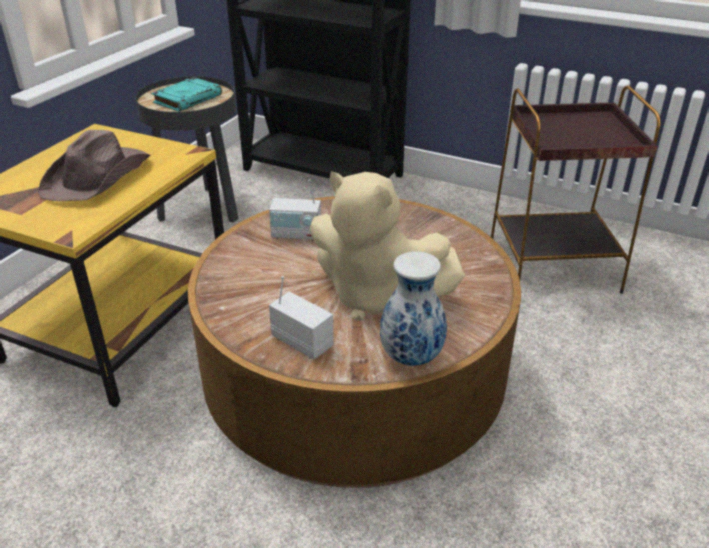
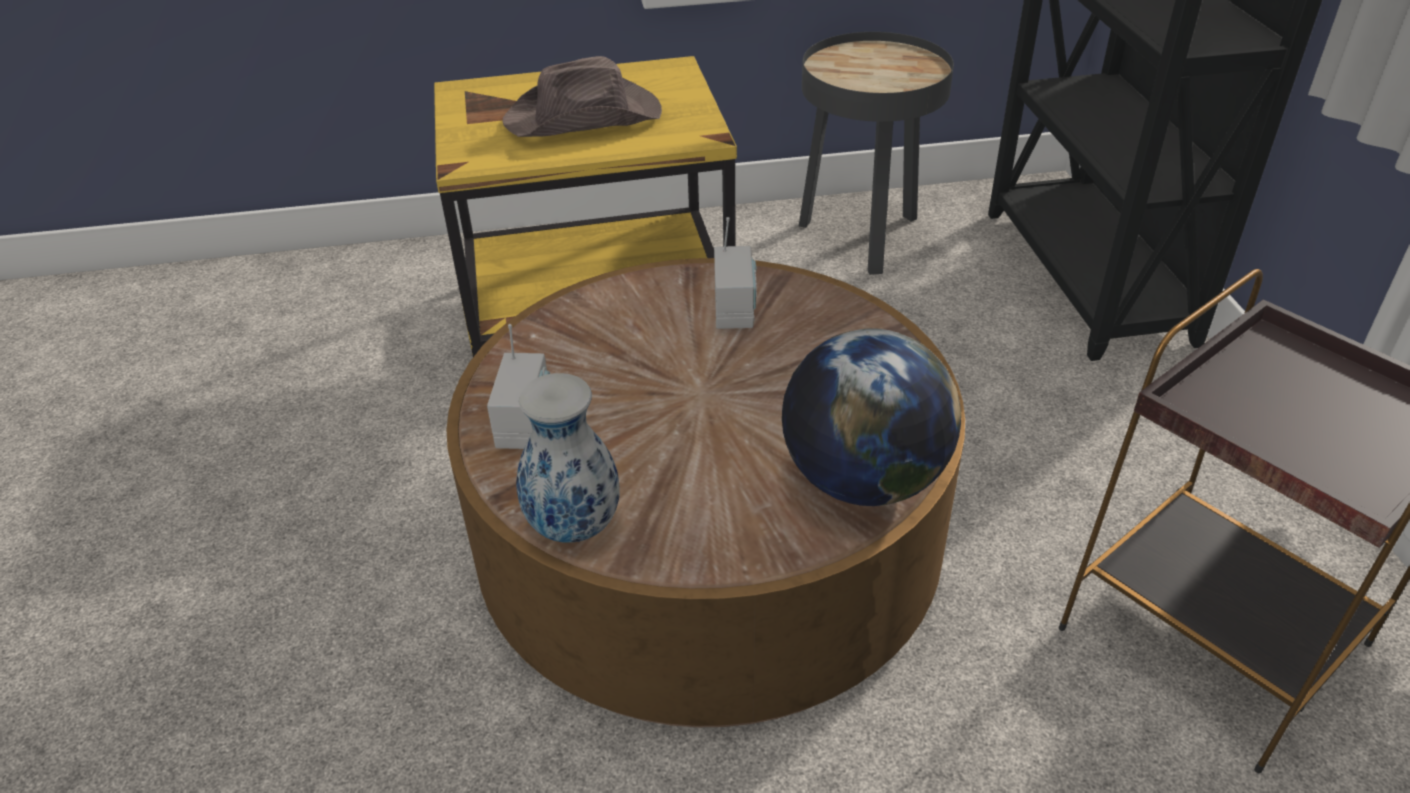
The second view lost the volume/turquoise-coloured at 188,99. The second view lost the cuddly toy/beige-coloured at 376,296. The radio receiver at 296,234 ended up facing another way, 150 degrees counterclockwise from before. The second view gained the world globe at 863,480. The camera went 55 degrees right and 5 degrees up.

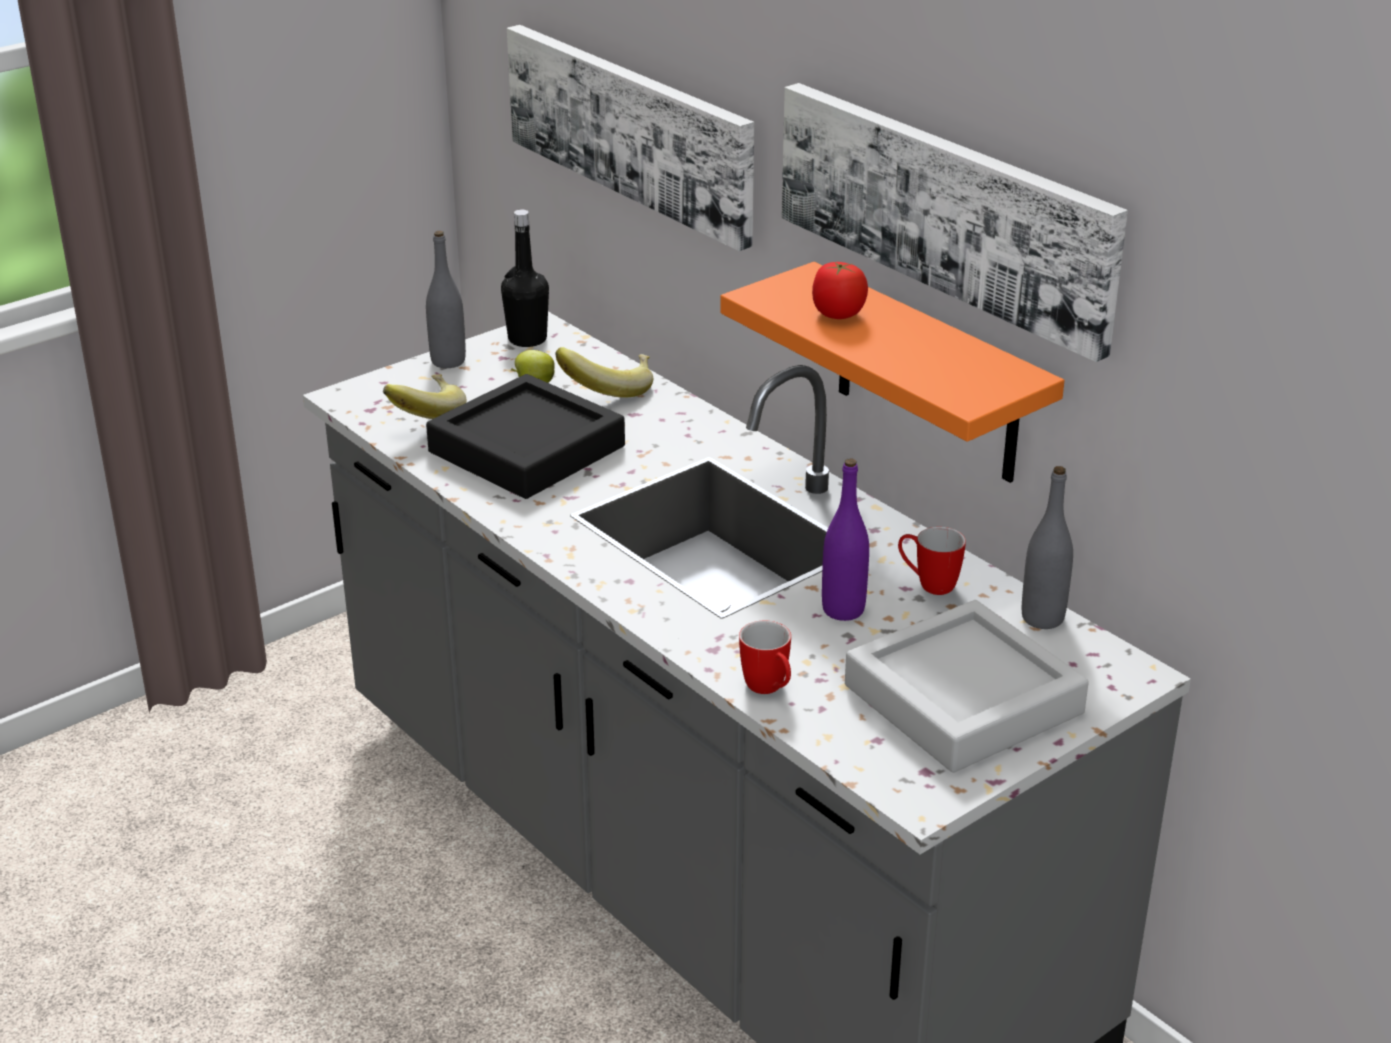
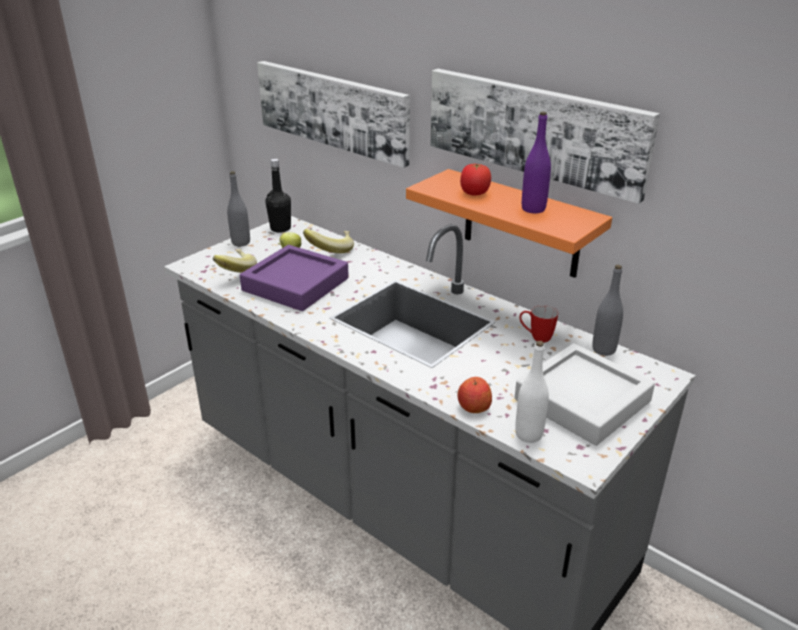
What was the tray/black at 527,449 turned into the tray/purplish at 295,284. The drink bottle/purplish ended up elsewhere, having gone from 843,610 to 533,209. Where the coffee mug stood at 769,690, the whole apple came to stand at 473,407. The second view gained the drink bottle/white-coloured at 528,434. The camera went 10 degrees left and 0 degrees up.

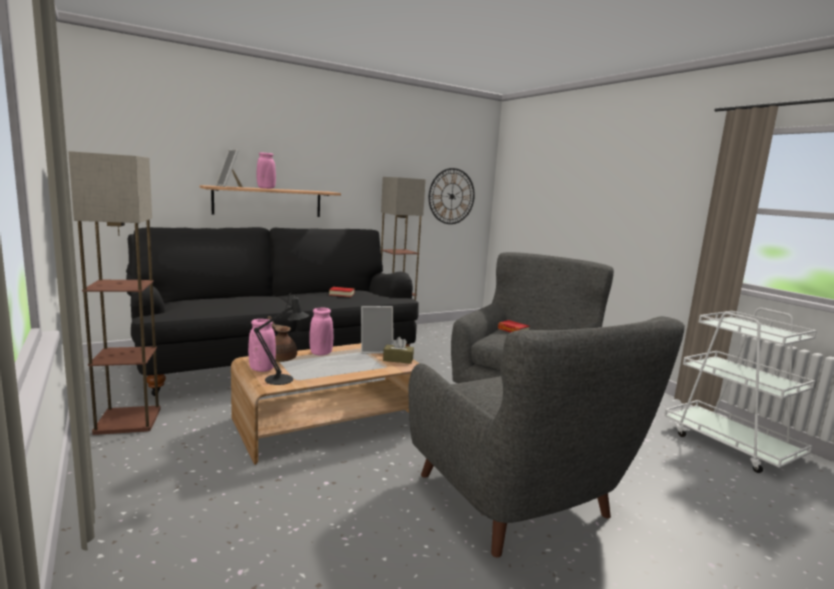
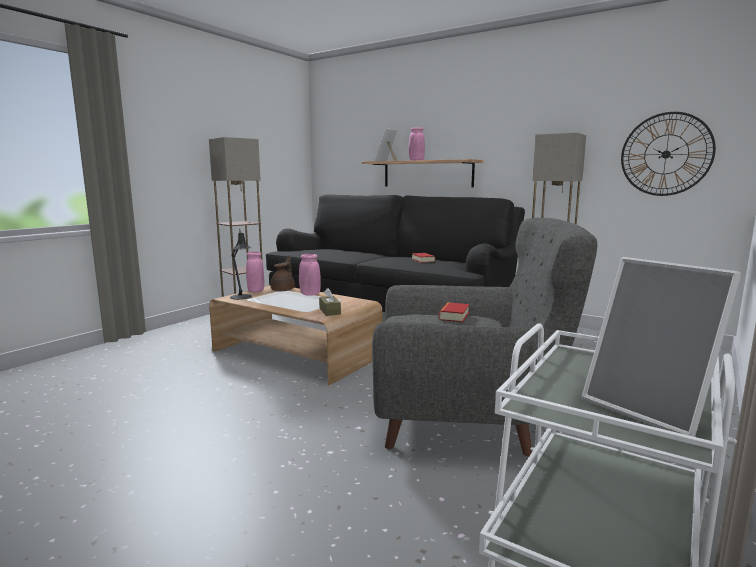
The standing frame ended up elsewhere, having gone from 376,350 to 651,408. The second view lost the easy chair/grey at 518,503. The camera went 65 degrees right and 0 degrees up.

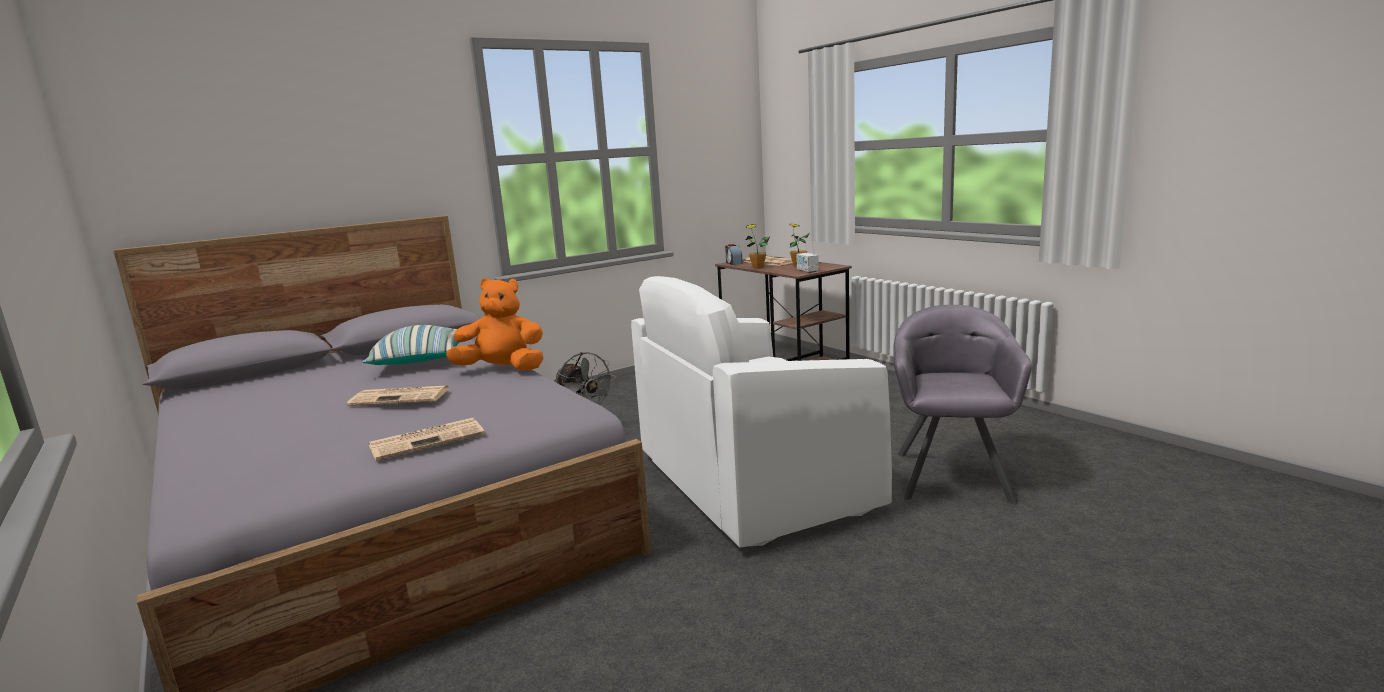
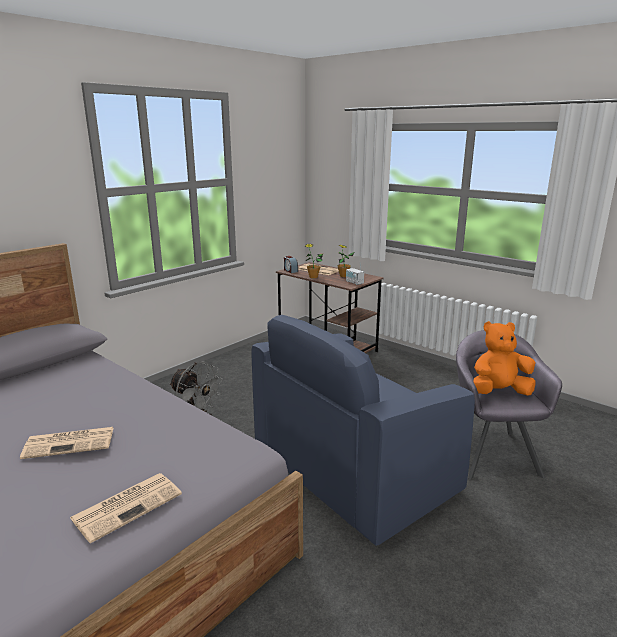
What was the easy chair/white-coloured at 753,482 turned into the easy chair/bluish at 353,469. The cuddly toy/orangey ended up elsewhere, having gone from 503,370 to 498,392. The second view lost the cushion at 419,362. The camera went 15 degrees left and 5 degrees up.

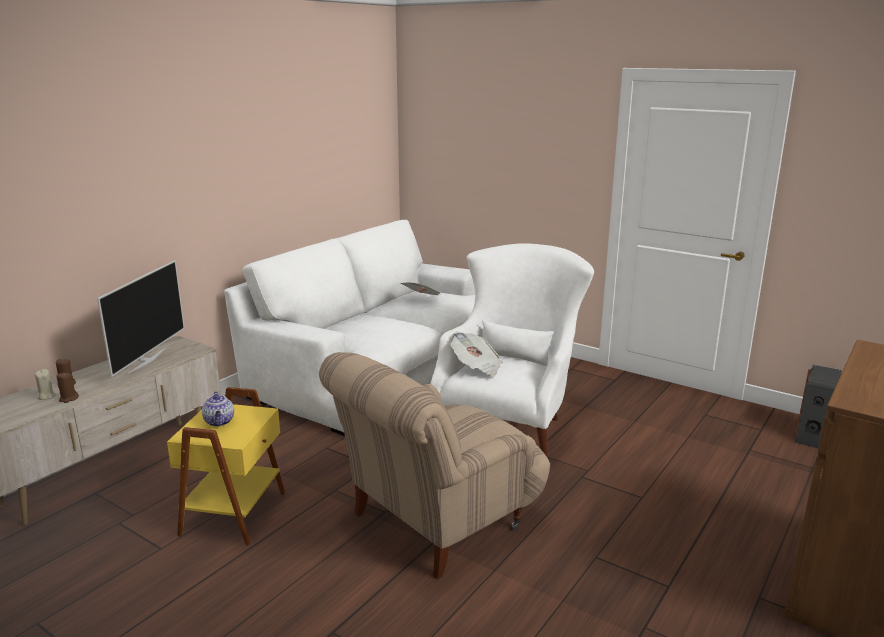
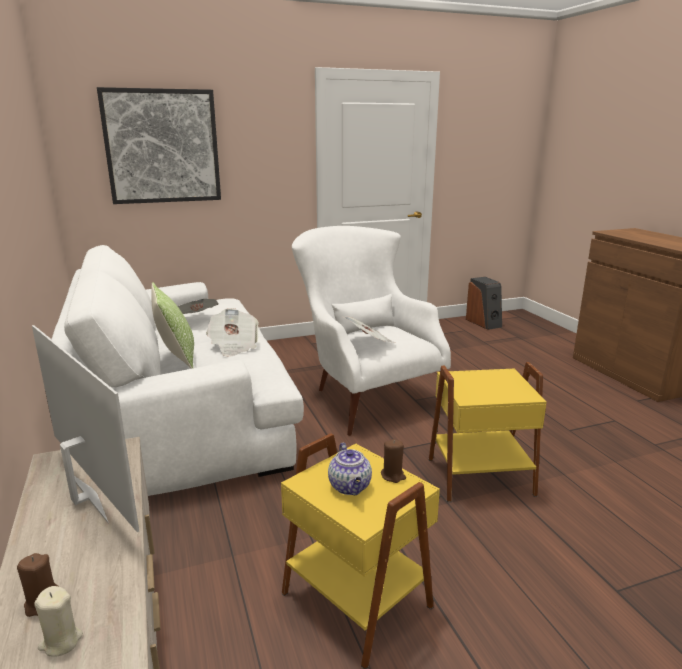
Where the easy chair/beige-coloured stood at 437,522, the end table/yellowish came to stand at 479,475. The wax candle/brown-coloured ended up elsewhere, having gone from 68,399 to 393,476. The pot for tea at 219,422 ended up facing another way, 60 degrees clockwise from before. The second view gained the picture at 162,146. The second view gained the cushion at 176,358. The second view gained the daily paper at 234,346. The camera went 55 degrees left and 0 degrees up.

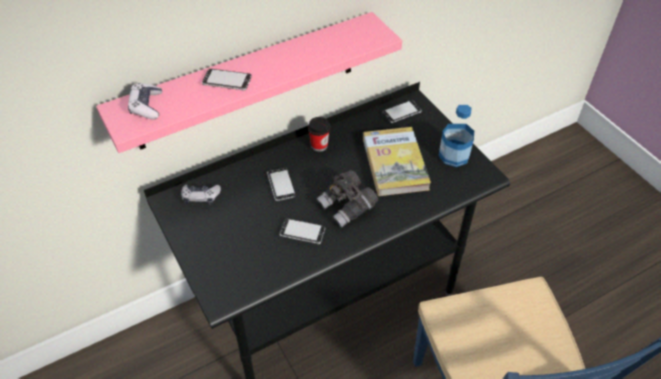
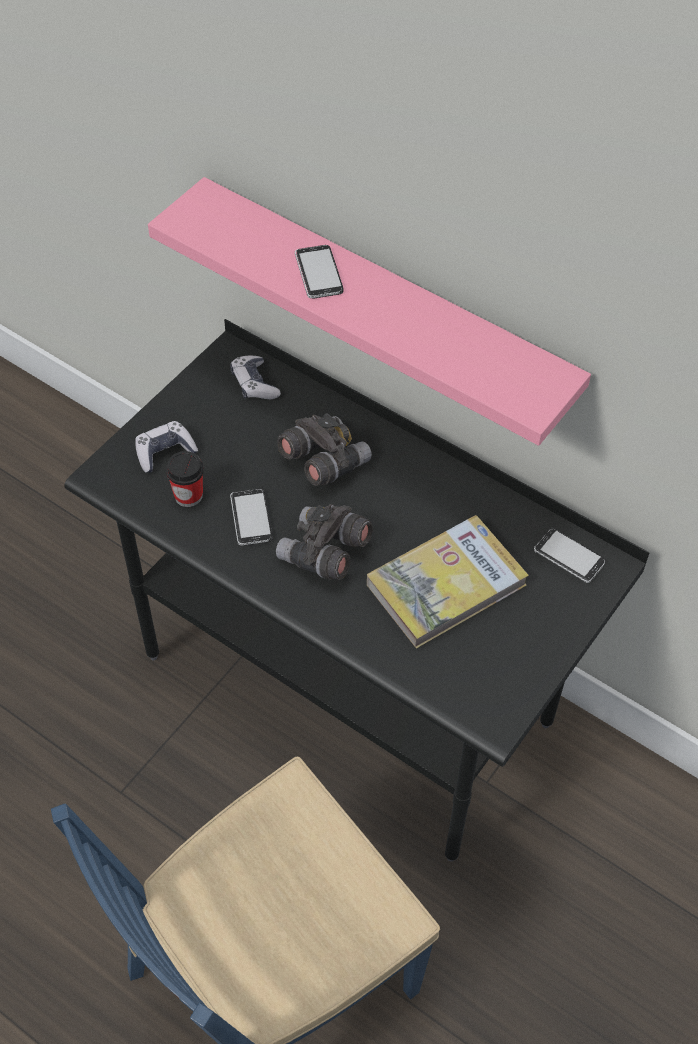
The game controller ended up elsewhere, having gone from 146,106 to 165,452. The second view lost the drink bottle at 454,155. The small cup ended up elsewhere, having gone from 319,145 to 188,495. Where the phone stood at 281,185, the pair of binoculars/grey came to stand at 323,461. The camera went 65 degrees right and 5 degrees up.

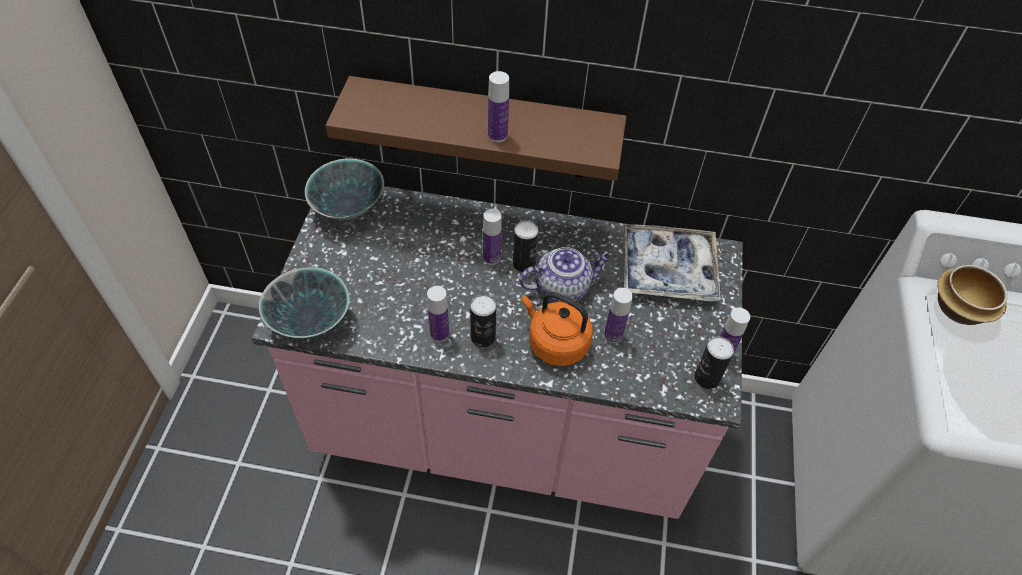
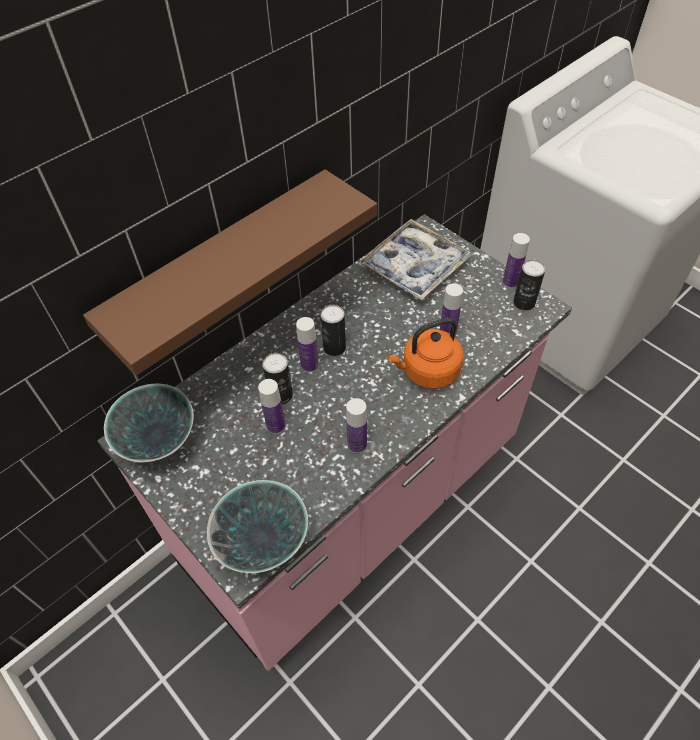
The drink bottle ended up elsewhere, having gone from 497,135 to 276,426. The second view lost the pot for tea at 563,288. The second view lost the bowl at 958,308. The can ended up elsewhere, having gone from 483,337 to 280,395. The camera went 50 degrees left and 0 degrees up.

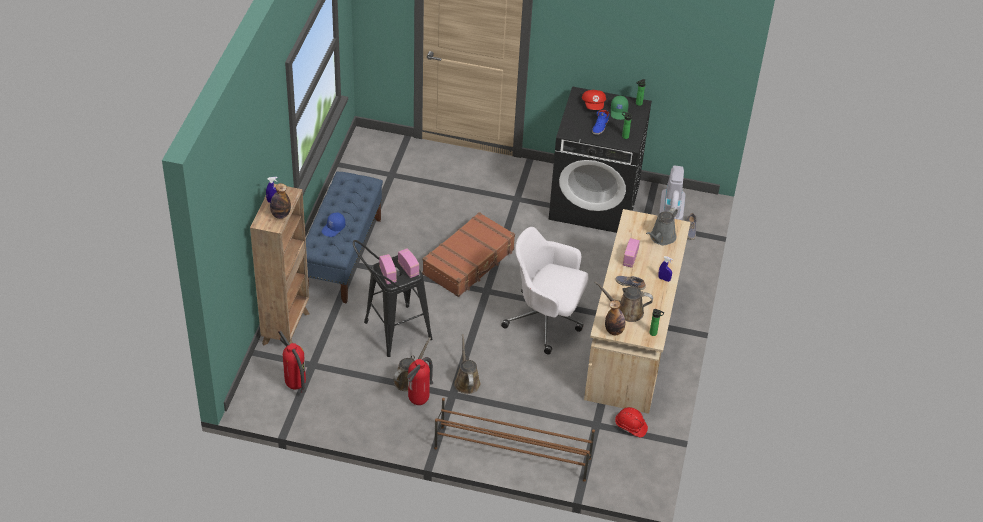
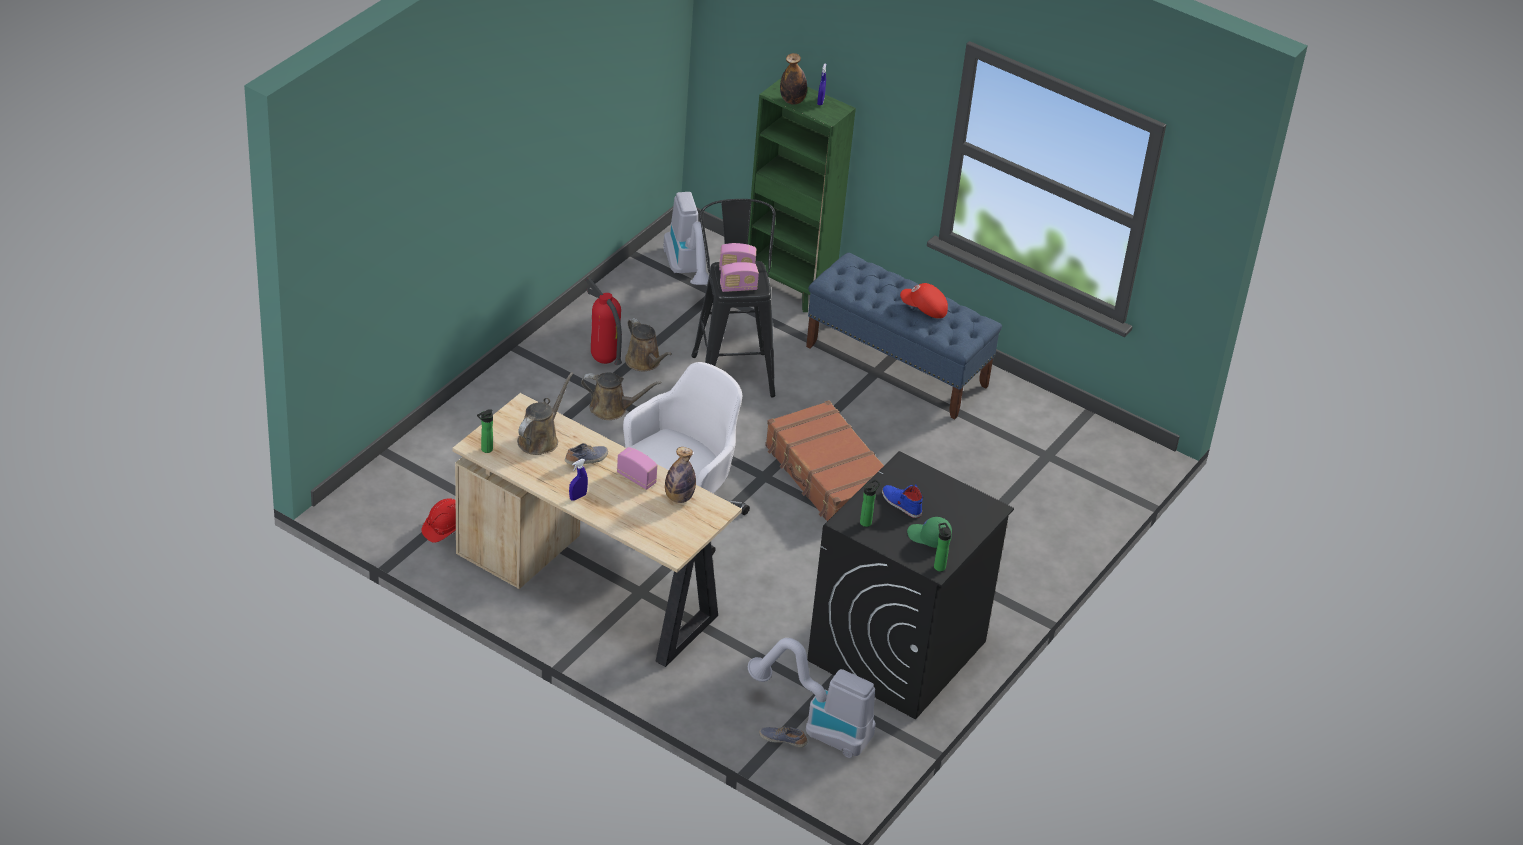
The peaked cap/reddish ended up elsewhere, having gone from 594,105 to 924,309. What was the bookshelf/brown-coloured at 286,327 turned into the bookshelf/greenish at 789,289. The second view lost the watering can/grey at 661,238. The second view lost the peaked cap/bluish at 333,228. The drink bottle ended up elsewhere, having gone from 614,331 to 679,498. Where the fire-fighting cylinder stood at 295,385, the vacuum came to stand at 688,272. The second view lost the shoe stand/brown-coloured at 511,453. The camera went 110 degrees right and 5 degrees down.

